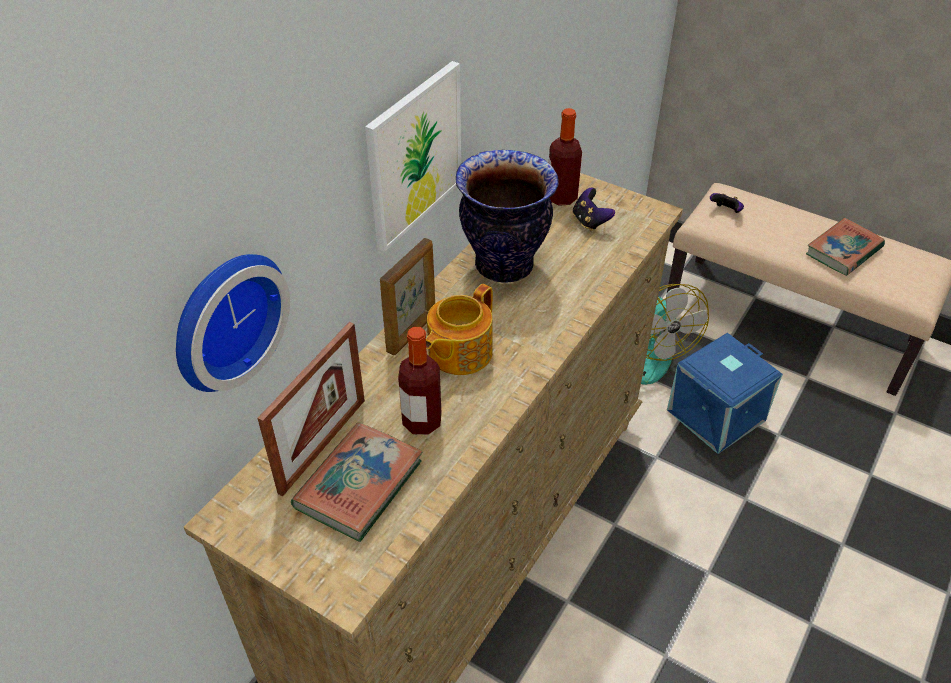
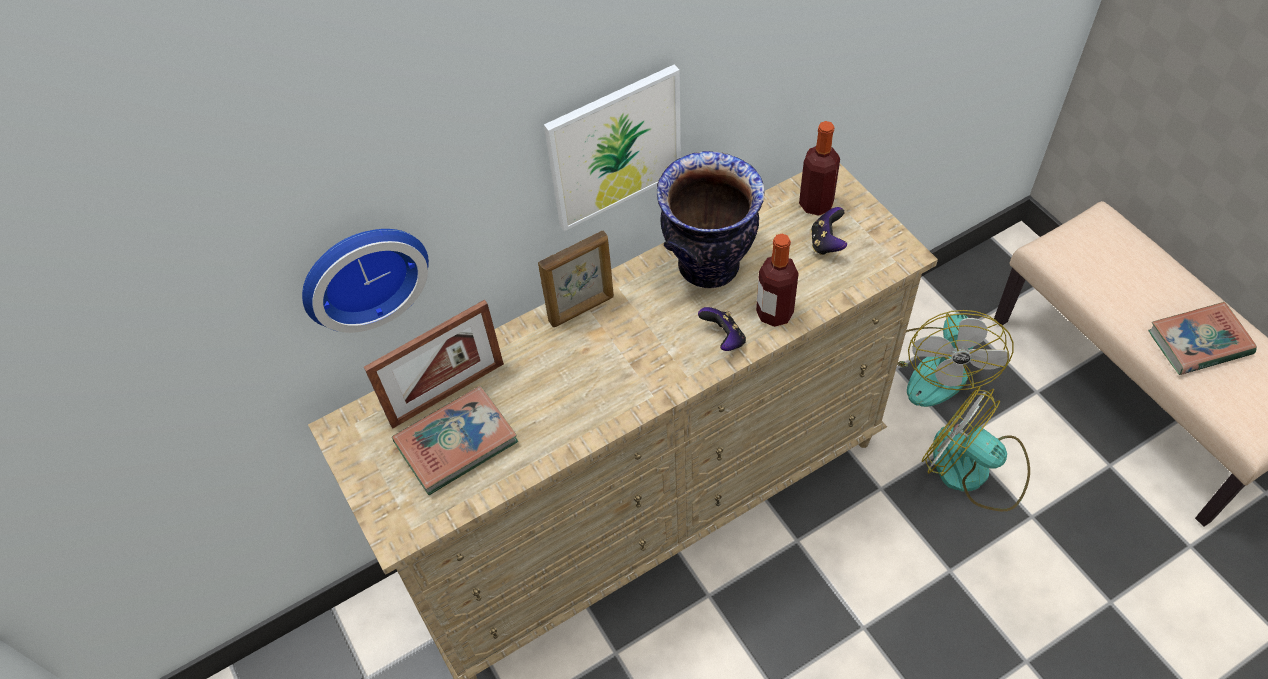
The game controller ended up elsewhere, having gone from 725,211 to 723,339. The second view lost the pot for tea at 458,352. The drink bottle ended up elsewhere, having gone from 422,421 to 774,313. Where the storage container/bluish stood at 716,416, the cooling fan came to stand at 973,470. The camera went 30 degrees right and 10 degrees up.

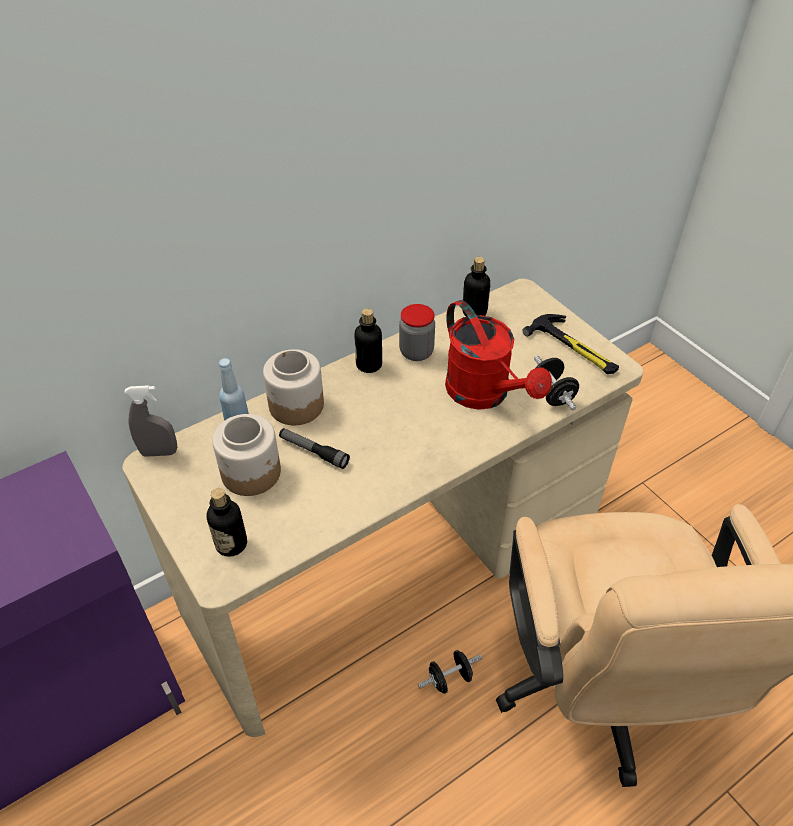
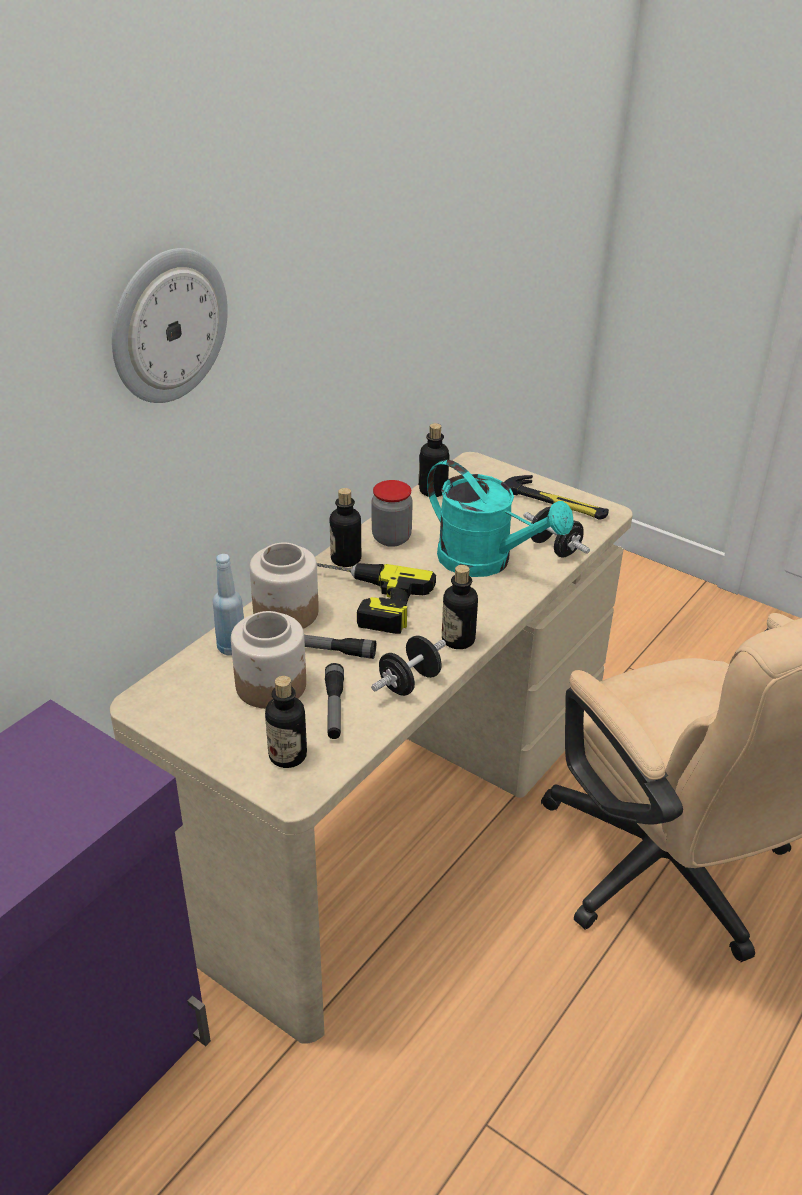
What was the watering can/reddish at 485,394 turned into the watering can/turquoise-coloured at 486,562. The second view lost the spray bottle/grey at 159,452. The dumbbell/black ended up elsewhere, having gone from 449,678 to 409,682. The second view gained the hanging clock at 168,326. The second view gained the drill at 365,601. The second view gained the drink bottle at 458,640. The second view gained the torch at 334,708. The camera went 20 degrees left and 10 degrees down.

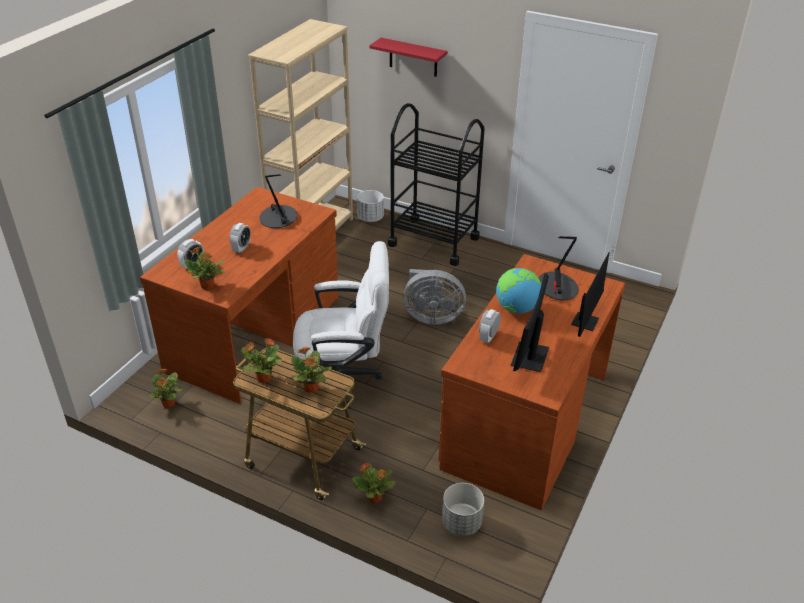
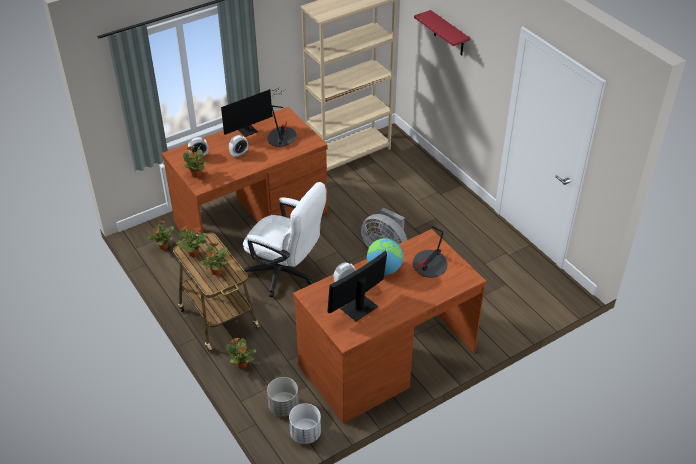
The second view lost the trolley/black at 433,241. The planter/white-coloured ended up elsewhere, having gone from 370,218 to 305,434. The monitor ended up elsewhere, having gone from 587,319 to 250,130. The camera went 30 degrees right and 5 degrees up.

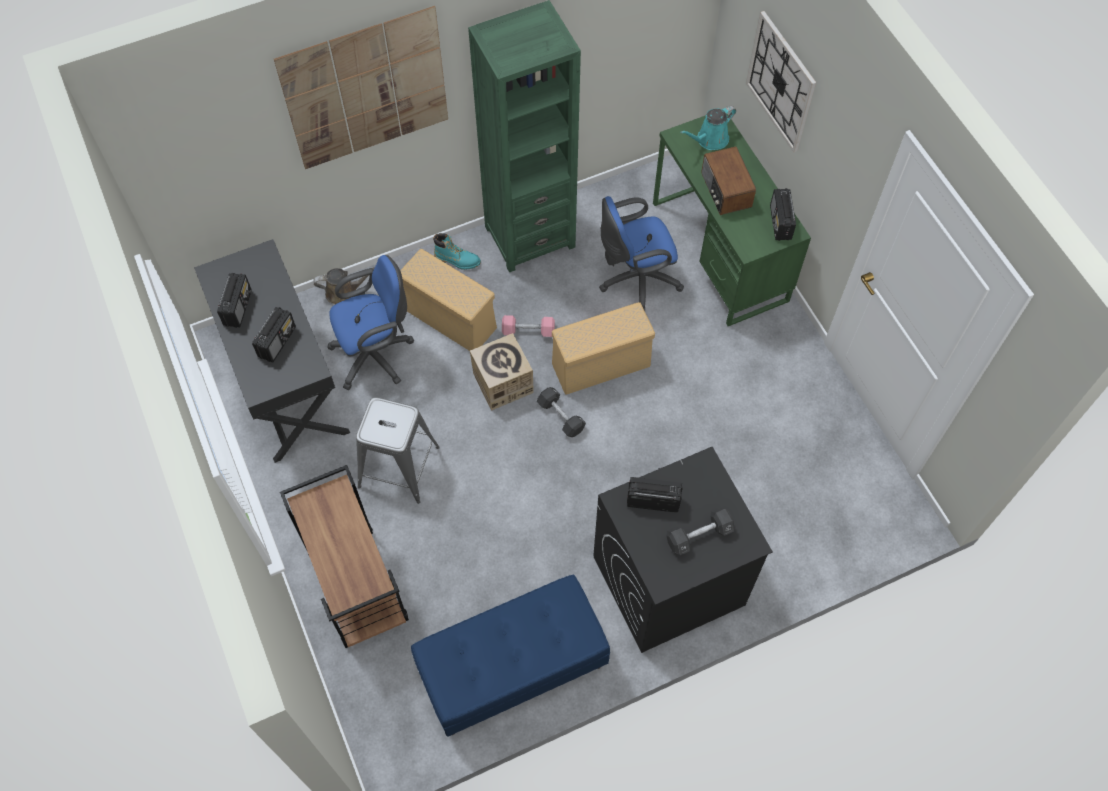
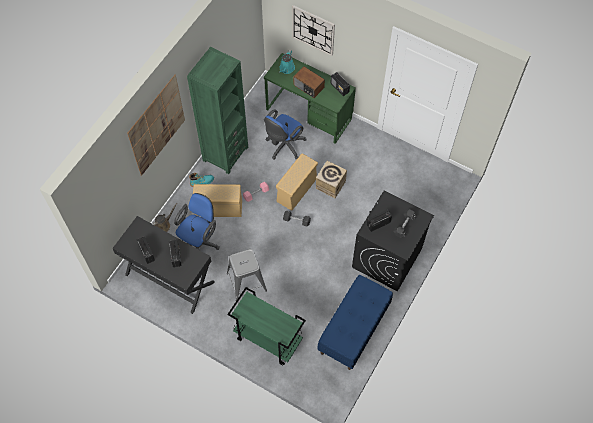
The packing box ended up elsewhere, having gone from 502,383 to 330,185. What was the trolley/brown-coloured at 357,585 turned into the trolley/greenish at 267,339. The camera went 35 degrees left and 0 degrees up.

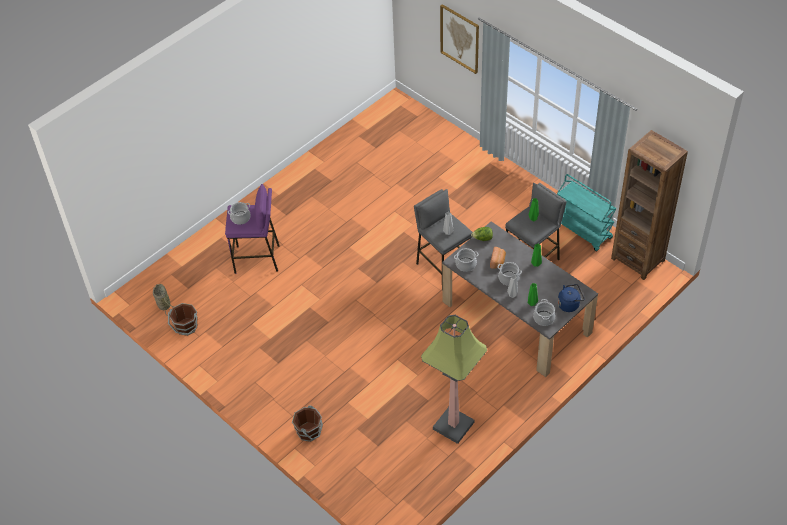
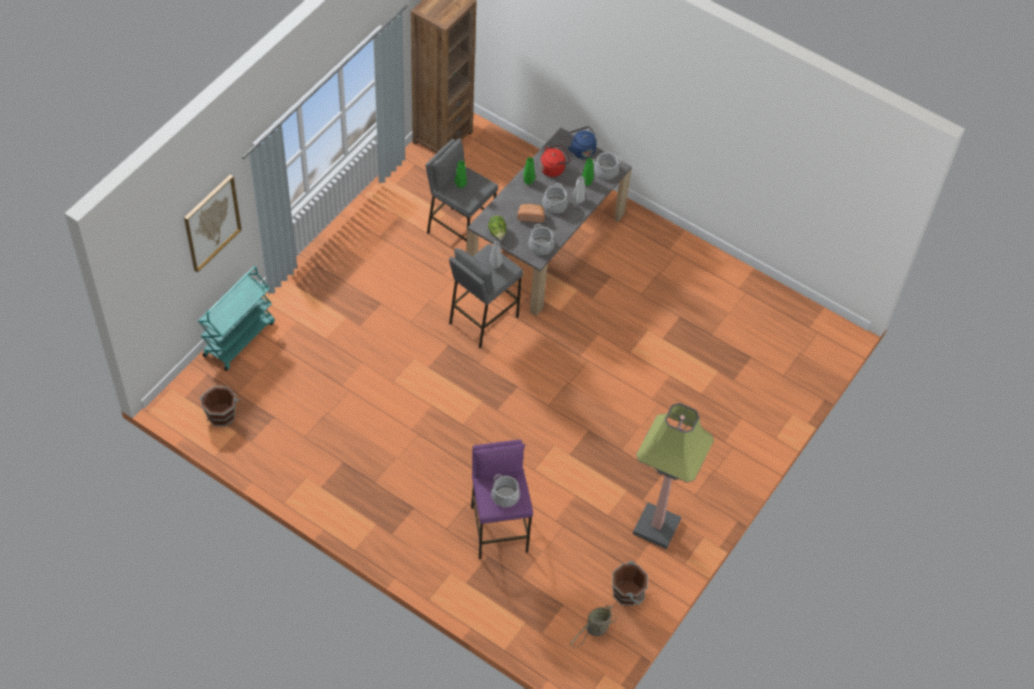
The trolley/turquoise-coloured ended up elsewhere, having gone from 582,231 to 239,338. The floor lamp ended up elsewhere, having gone from 453,425 to 655,527. The pail/brown-coloured ended up elsewhere, having gone from 309,431 to 221,414. The second view gained the kettle/reddish at 553,169. The camera went 105 degrees left and 5 degrees up.

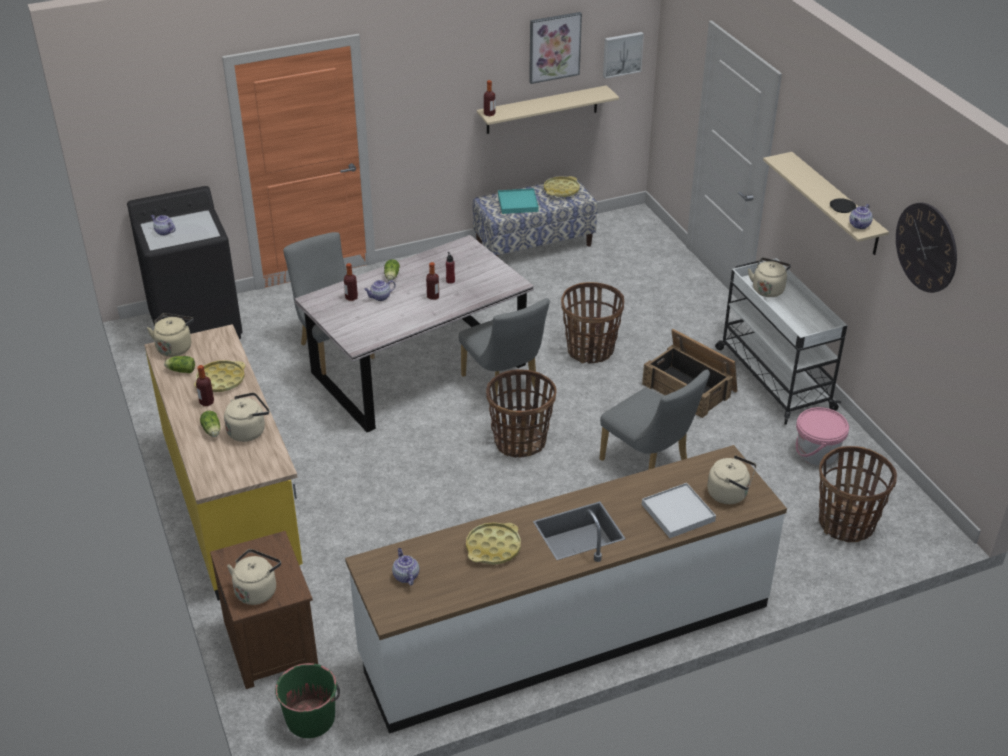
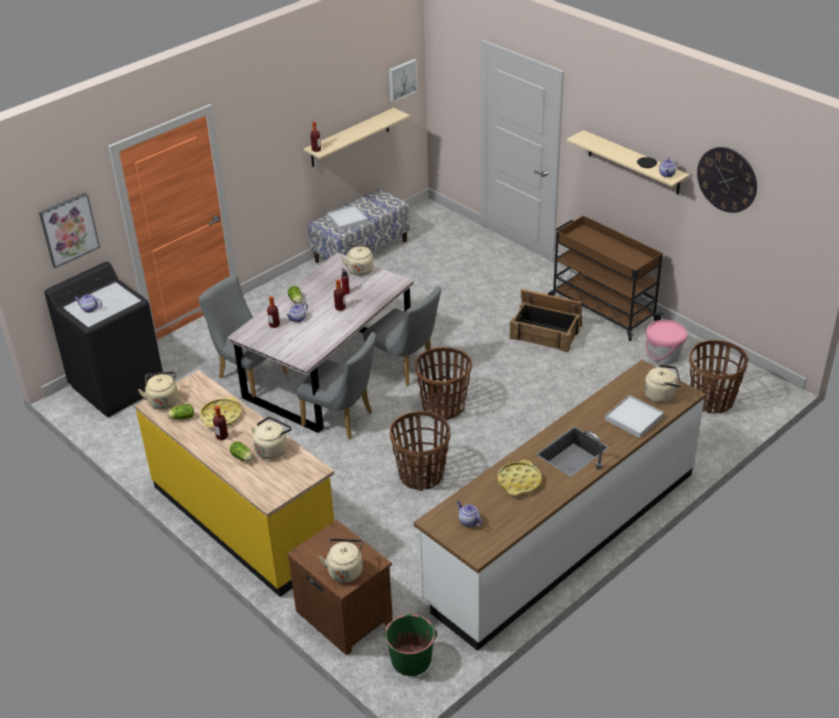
The picture ended up elsewhere, having gone from 554,47 to 69,229. The second view lost the tray/yellowish at 561,190. What was the tray/turquoise-coloured at 518,203 turned into the tray/white-coloured at 347,219. What was the trolley/white-coloured at 773,377 turned into the trolley/brown-coloured at 601,308. The kettle/beige-coloured ended up elsewhere, having gone from 768,289 to 360,269. The household basket ended up elsewhere, having gone from 590,350 to 421,475. The chair/grey ended up elsewhere, having gone from 649,465 to 342,420. The camera went 20 degrees left and 0 degrees up.

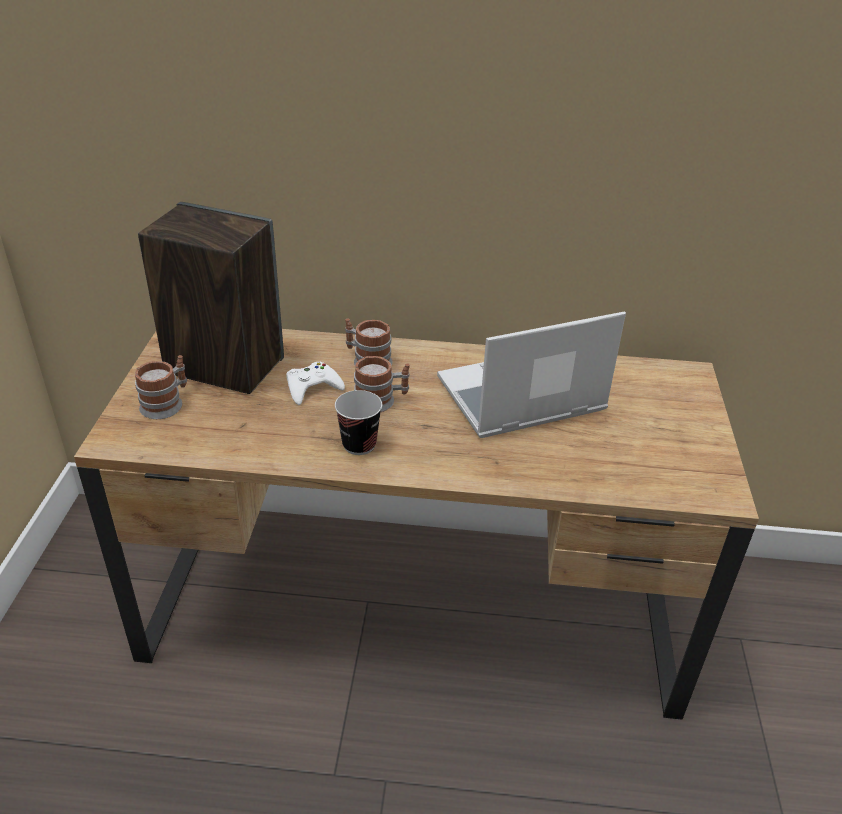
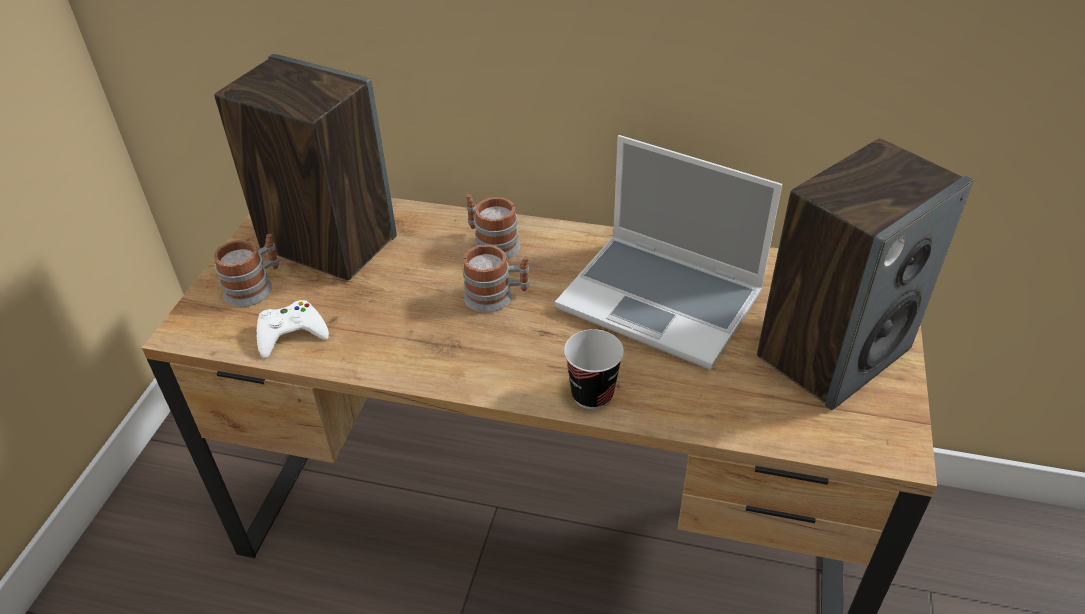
The portable computer at 519,397 ended up facing another way, 135 degrees counterclockwise from before. The game controller/white-coloured ended up elsewhere, having gone from 312,387 to 291,333. The small cup ended up elsewhere, having gone from 359,445 to 592,394. The second view gained the speaker at 833,352. The camera went 10 degrees right and 5 degrees up.

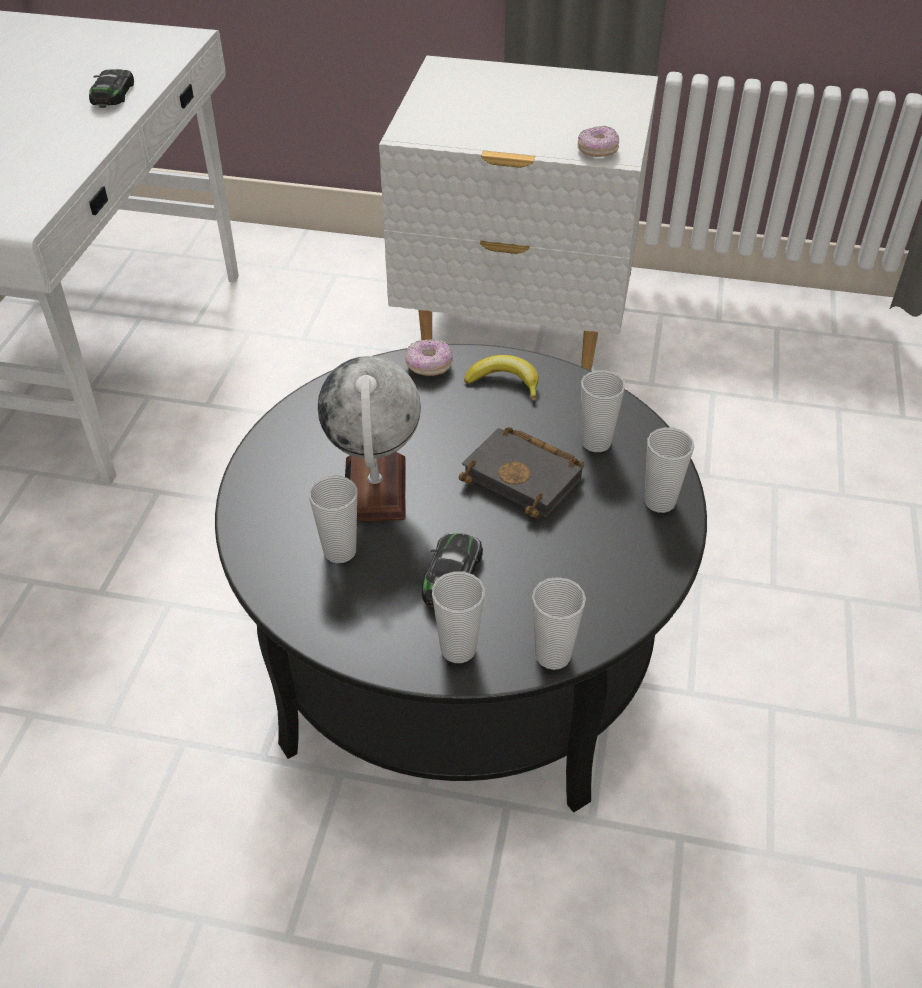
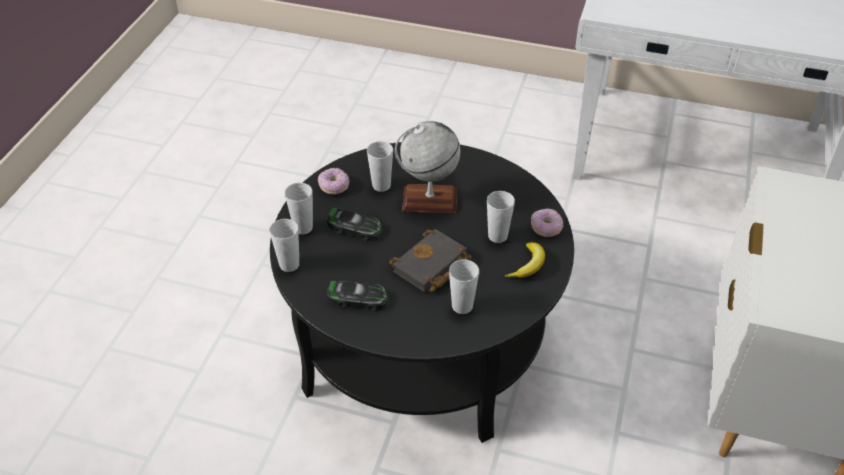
The toy car ended up elsewhere, having gone from 112,94 to 358,299. The ring doughnut ended up elsewhere, having gone from 597,151 to 334,187. The small cup ended up elsewhere, having gone from 659,502 to 497,236. The camera went 95 degrees right and 0 degrees up.

